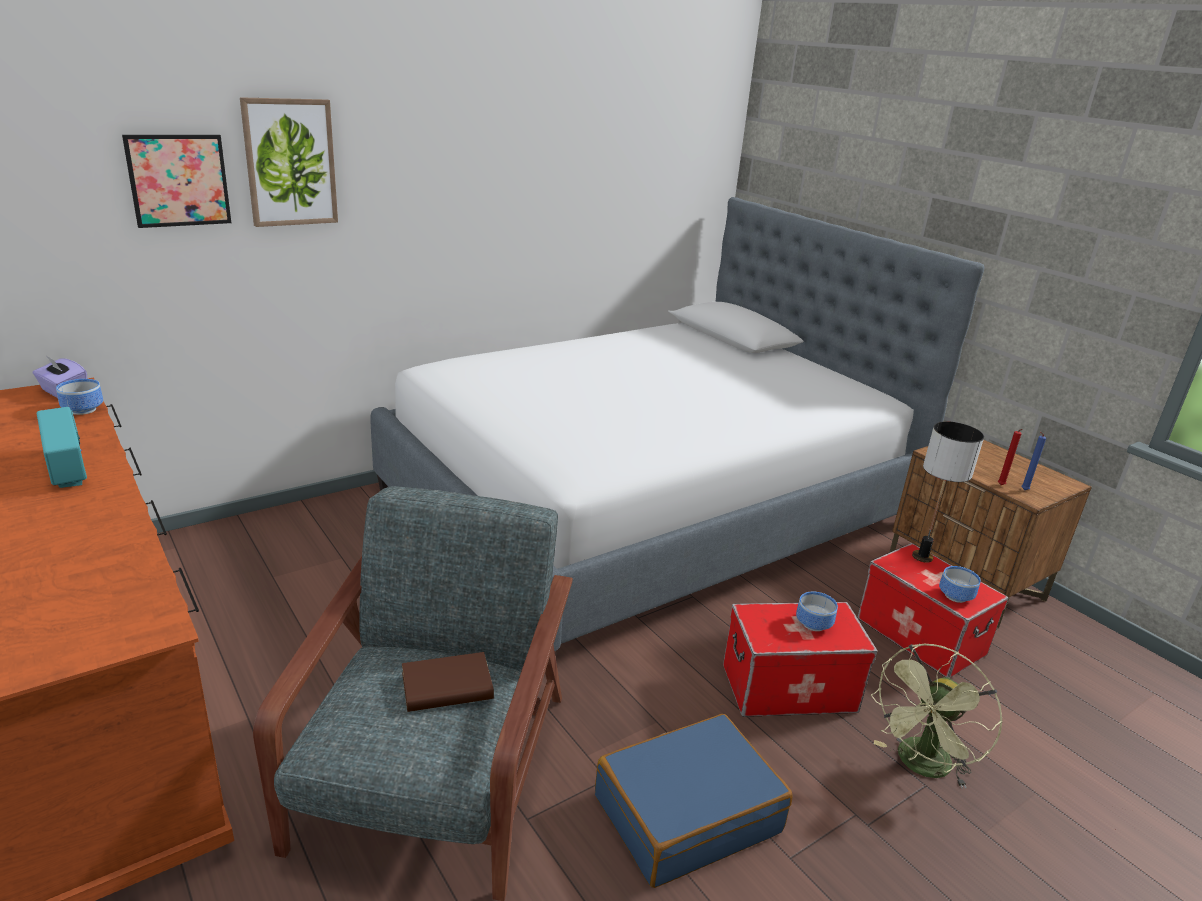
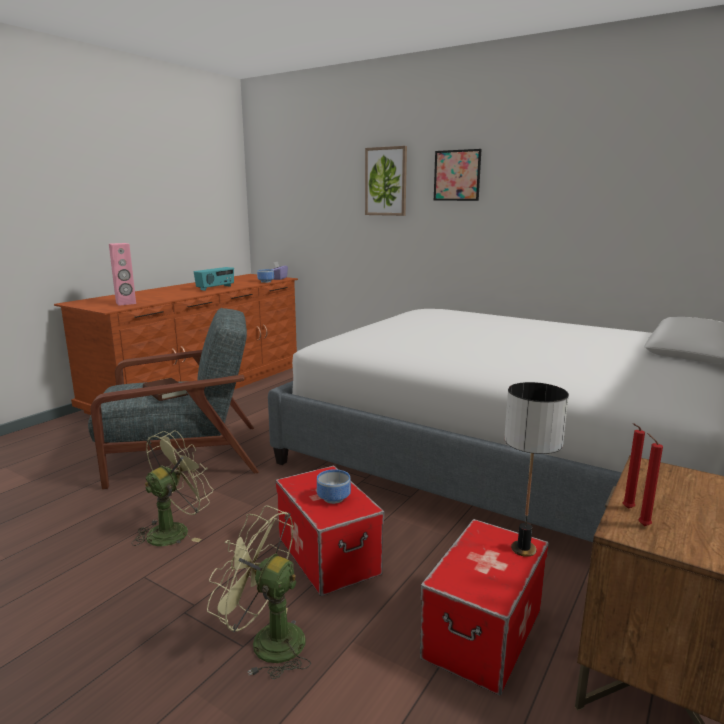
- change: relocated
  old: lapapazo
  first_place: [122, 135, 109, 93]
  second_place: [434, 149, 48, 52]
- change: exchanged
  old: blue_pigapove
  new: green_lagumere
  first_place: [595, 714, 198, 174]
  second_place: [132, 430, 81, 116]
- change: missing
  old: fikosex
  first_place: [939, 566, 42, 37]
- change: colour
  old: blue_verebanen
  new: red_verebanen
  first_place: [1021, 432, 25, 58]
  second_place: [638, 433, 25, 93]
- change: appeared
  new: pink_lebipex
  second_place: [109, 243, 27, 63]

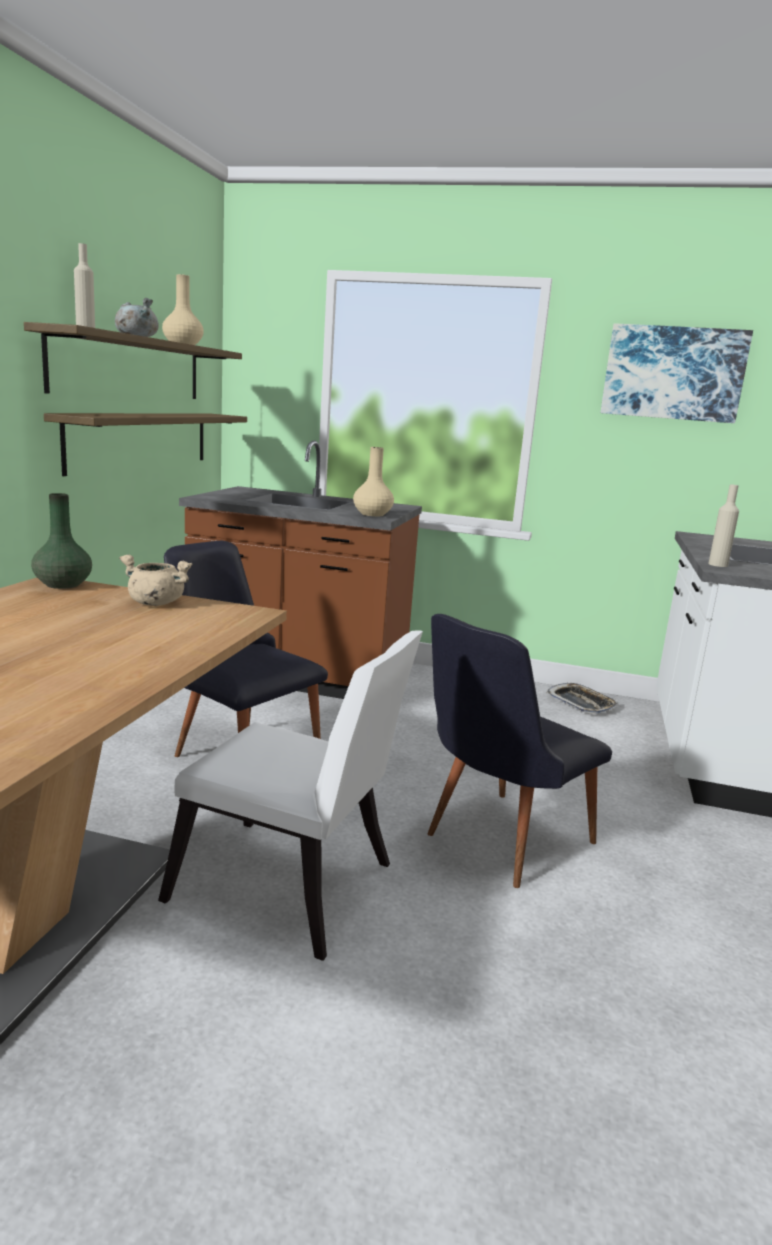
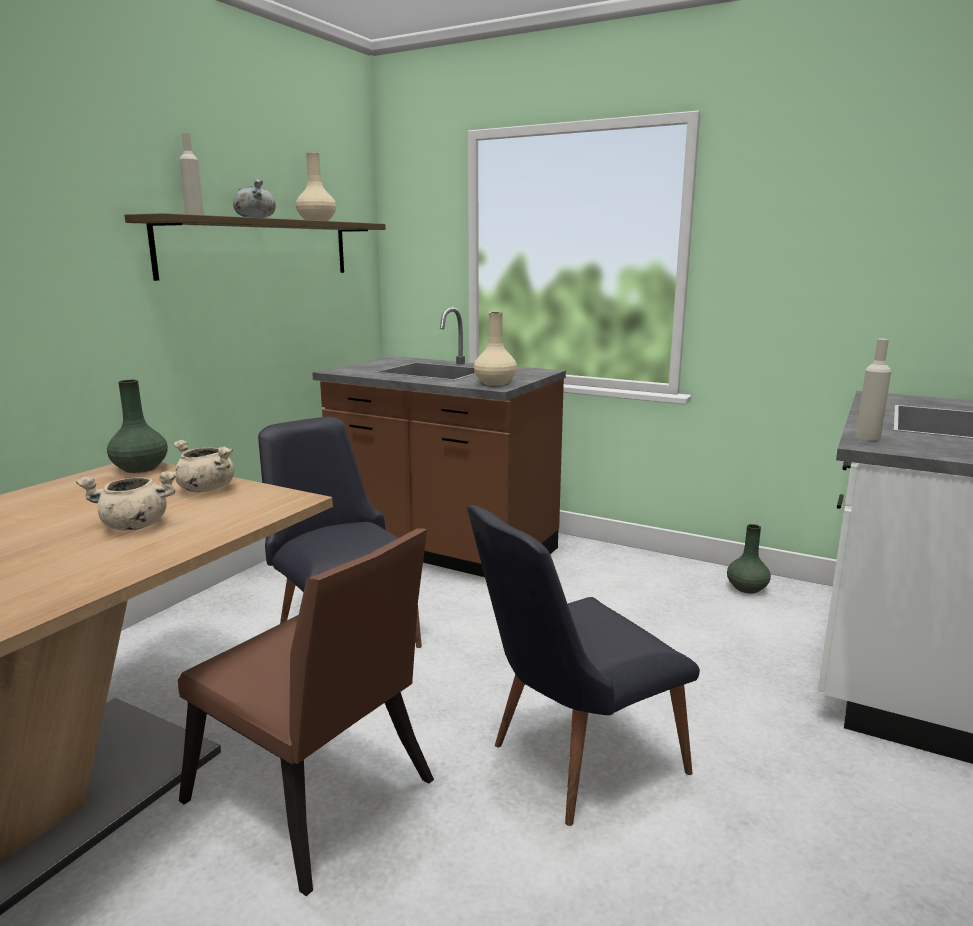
- change: missing
  old: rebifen
  first_place: [44, 413, 203, 63]
- change: colour
  old: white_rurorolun
  new: brown_rurorolun
  first_place: [158, 630, 265, 331]
  second_place: [178, 528, 256, 368]
- change: exchanged
  old: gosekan
  new: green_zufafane
  first_place: [546, 683, 72, 31]
  second_place: [727, 524, 44, 70]
- change: missing
  old: lapapazo
  first_place: [601, 323, 152, 100]
- change: appeared
  new: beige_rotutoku
  second_place: [76, 471, 101, 59]

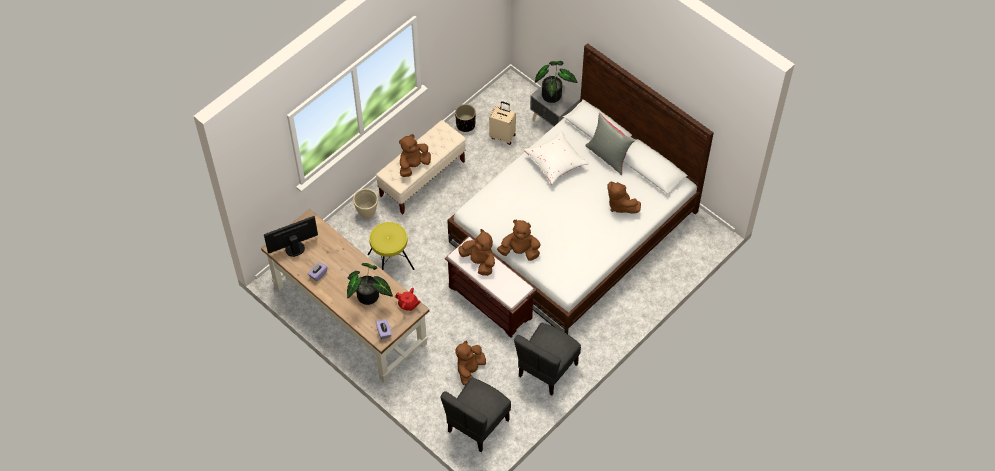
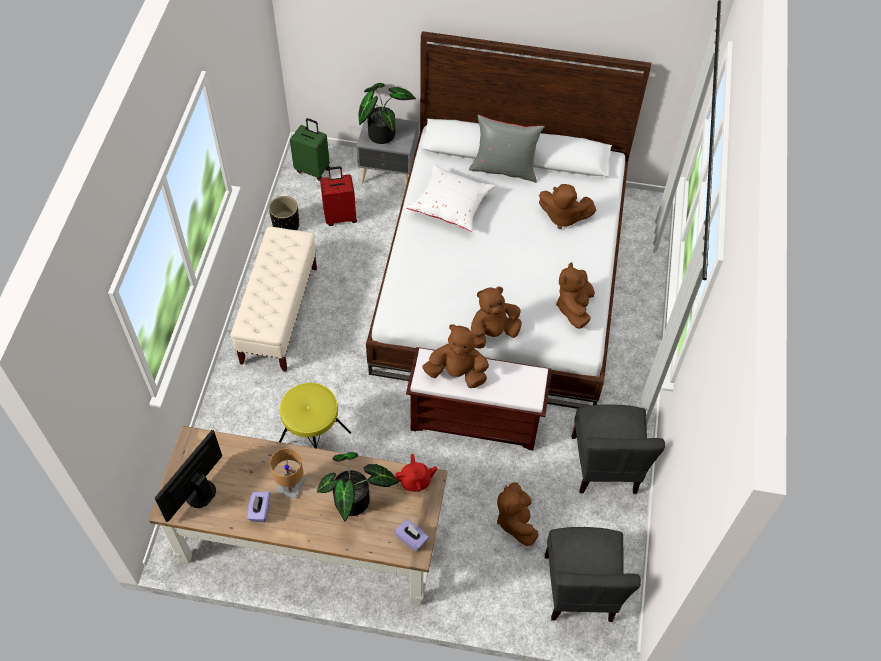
- change: missing
  old: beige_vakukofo
  first_place: [353, 189, 25, 30]
- change: relocated
  old: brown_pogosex
  first_place: [399, 134, 32, 43]
  second_place: [556, 262, 39, 67]
- change: colour
  old: beige_pigapove
  new: red_pigapove
  first_place: [489, 101, 27, 44]
  second_place: [320, 166, 37, 60]
- change: appeared
  new: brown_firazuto
  second_place: [270, 448, 35, 51]
- change: appeared
  new: green_pigapove
  second_place: [290, 118, 40, 63]

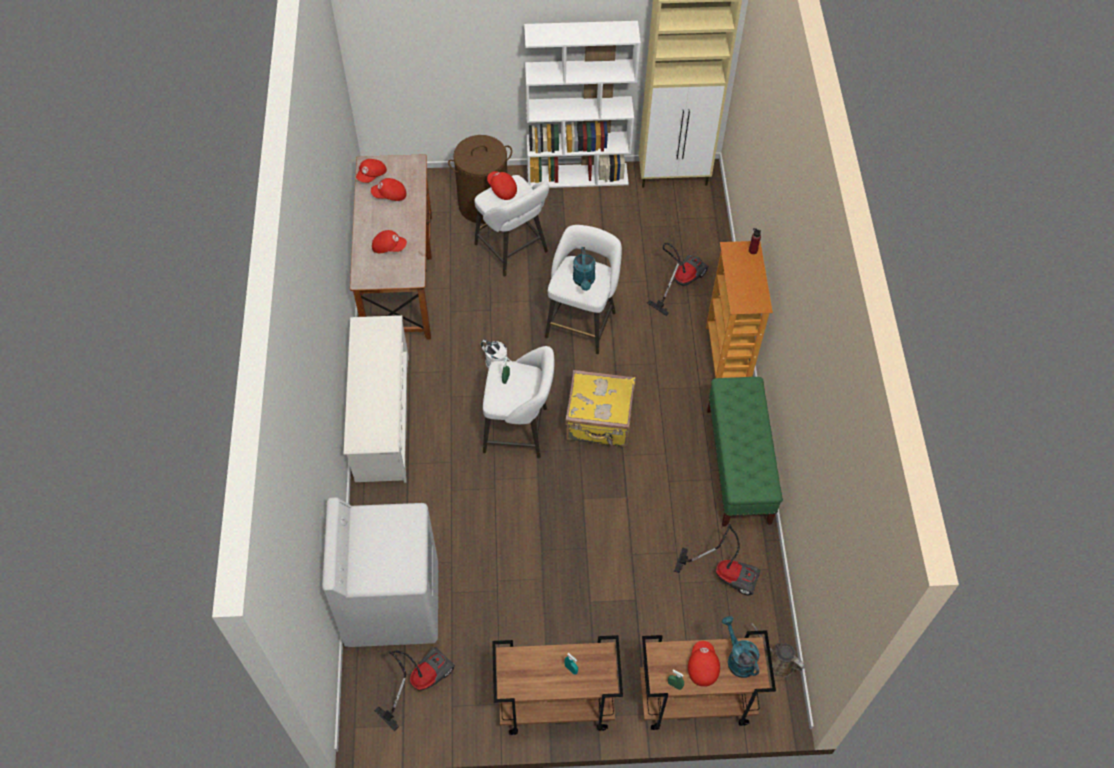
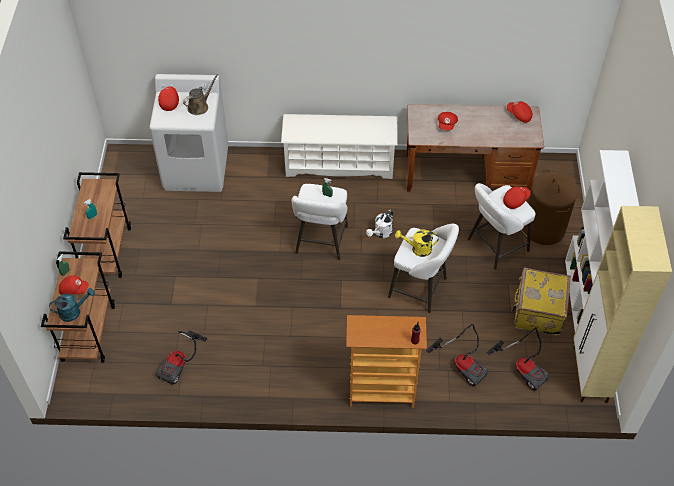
- change: relocated
  old: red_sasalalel
  first_place: [371, 178, 35, 23]
  second_place: [158, 86, 21, 25]
- change: relocated
  old: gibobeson
  first_place: [374, 647, 81, 84]
  second_place: [487, 328, 62, 62]
- change: relocated
  old: yellow_pigapove
  first_place: [565, 370, 71, 77]
  second_place: [511, 268, 60, 68]
- change: colour
  old: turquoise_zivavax
  new: yellow_zivavax
  first_place: [573, 247, 23, 44]
  second_place: [395, 230, 44, 27]
- change: missing
  old: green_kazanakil
  first_place: [707, 377, 76, 150]
- change: relocated
  old: brown_zivavax
  first_place: [751, 623, 54, 54]
  second_place: [183, 74, 35, 41]

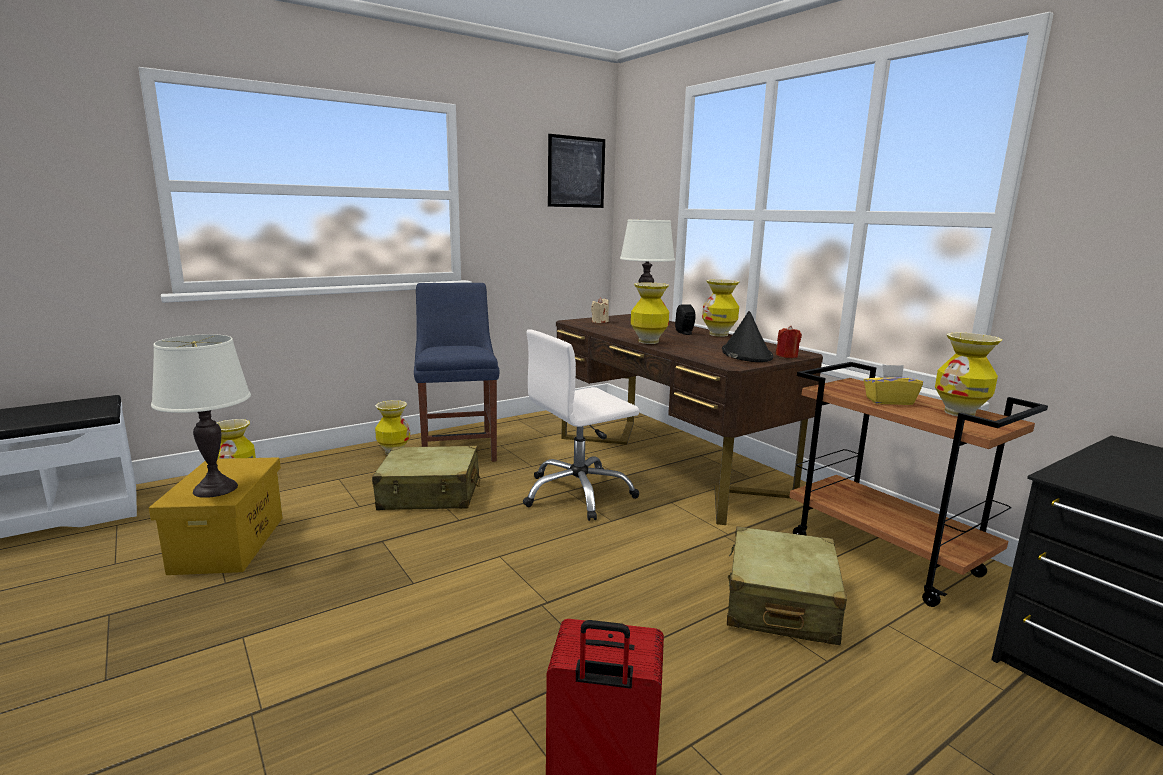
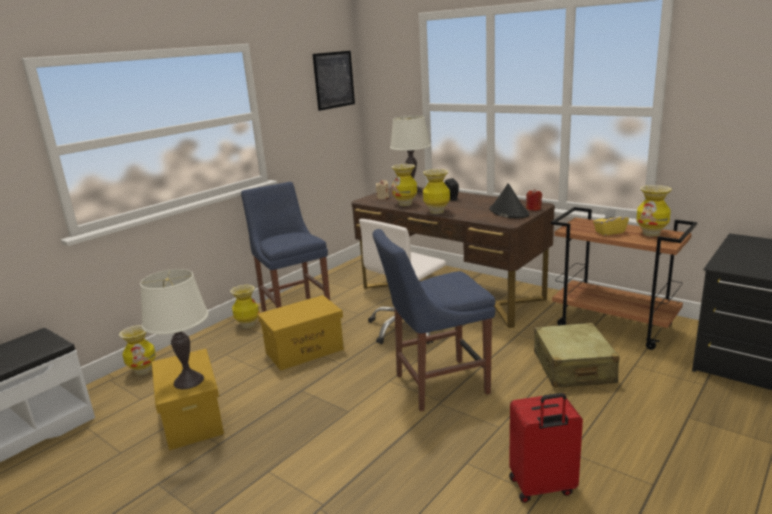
- change: exchanged
  old: beige_pigapove
  new: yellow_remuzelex
  first_place: [372, 446, 108, 64]
  second_place: [258, 295, 86, 76]
- change: relocated
  old: zufafane
  first_place: [702, 279, 38, 58]
  second_place: [392, 164, 25, 42]
- change: appeared
  new: blue_rurorolun
  second_place: [373, 229, 122, 182]

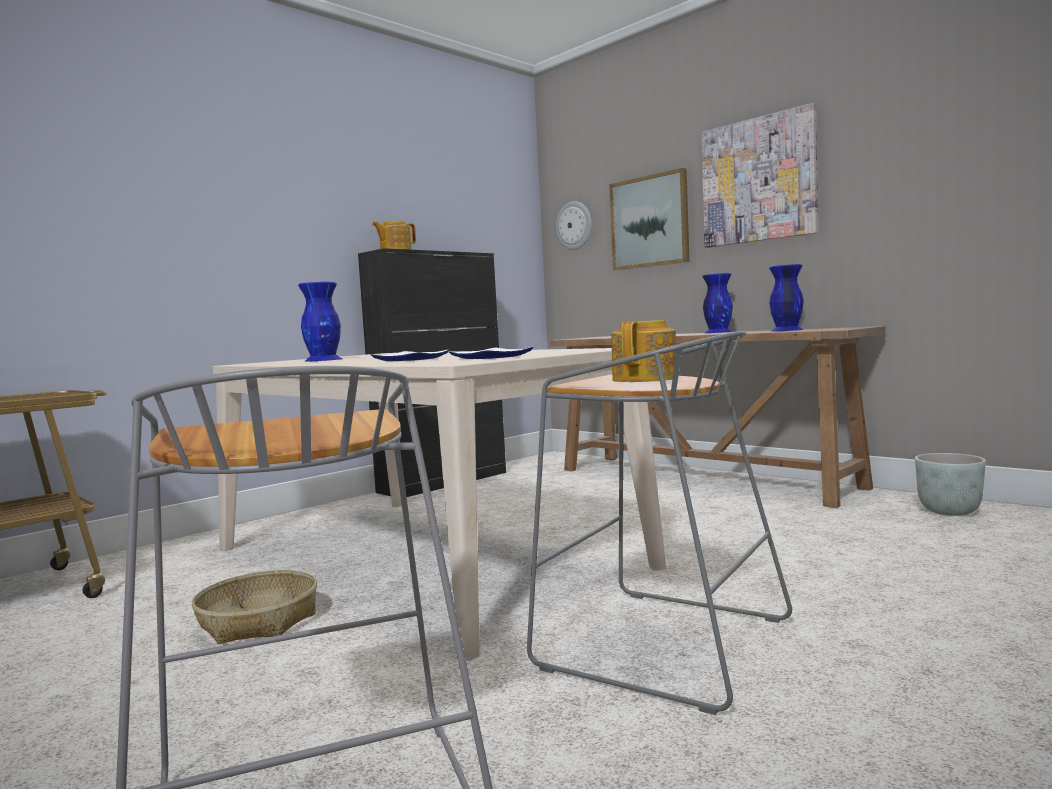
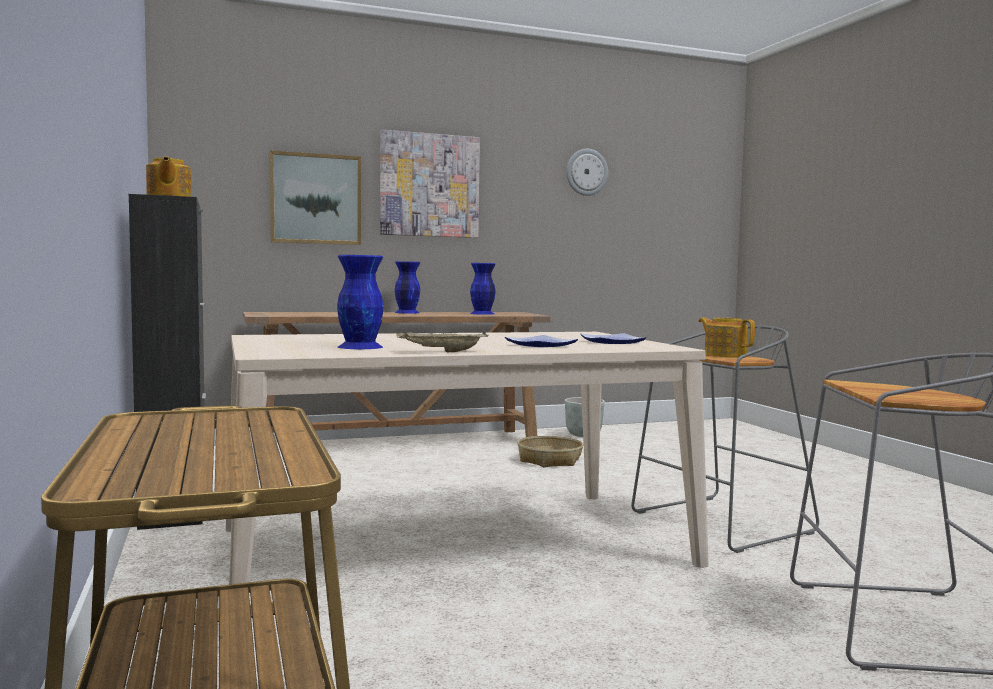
- change: relocated
  old: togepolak
  first_place: [192, 570, 125, 74]
  second_place: [518, 436, 65, 31]
- change: relocated
  old: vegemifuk
  first_place: [556, 201, 36, 49]
  second_place: [566, 149, 42, 47]
- change: appeared
  new: beige_gosekan
  second_place: [396, 331, 93, 21]

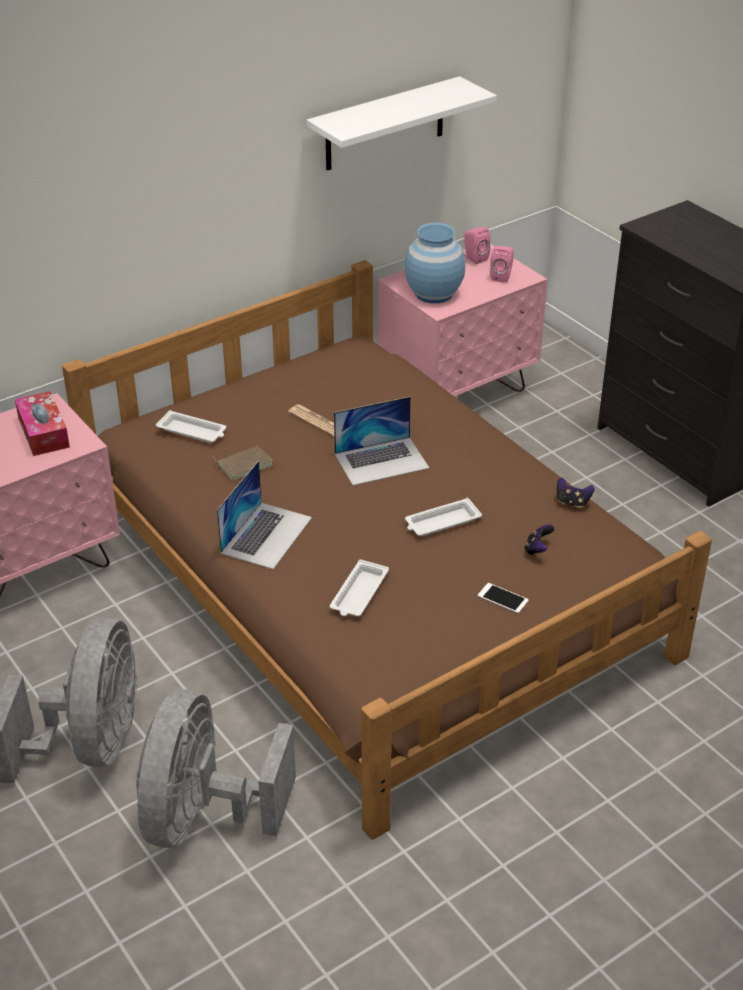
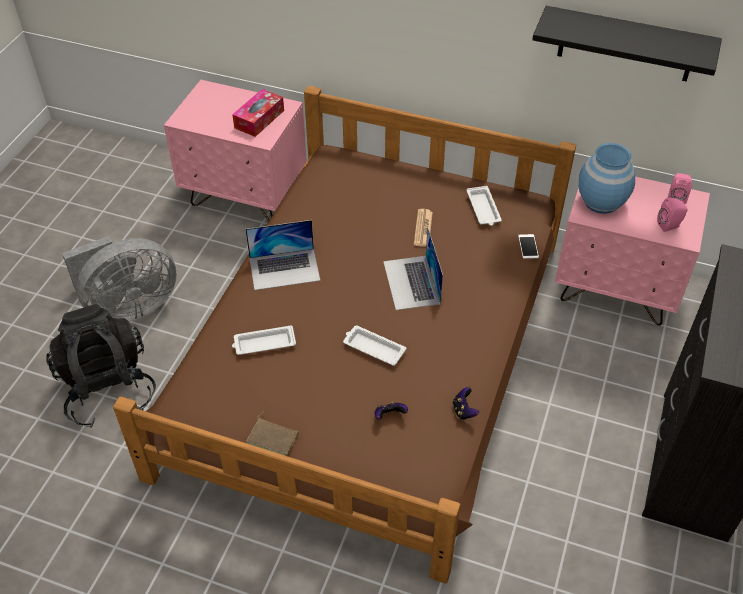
- change: exchanged
  old: grey_lagumere
  new: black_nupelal
  first_place: [136, 689, 160, 159]
  second_place: [46, 304, 110, 124]
- change: relocated
  old: white_gosekan
  first_place: [156, 410, 70, 33]
  second_place: [466, 186, 36, 40]
- change: relocated
  old: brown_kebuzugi
  first_place: [213, 446, 60, 35]
  second_place: [246, 411, 52, 45]
- change: colour
  old: white_rebifen
  new: black_rebifen
  first_place: [307, 76, 190, 94]
  second_place: [532, 6, 190, 76]
- change: spun
  old: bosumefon
  first_place: [334, 396, 95, 90]
  second_place: [383, 227, 60, 83]
  degrees: 45
- change: relocated
  old: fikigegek
  first_place: [478, 583, 51, 30]
  second_place: [518, 234, 21, 25]

